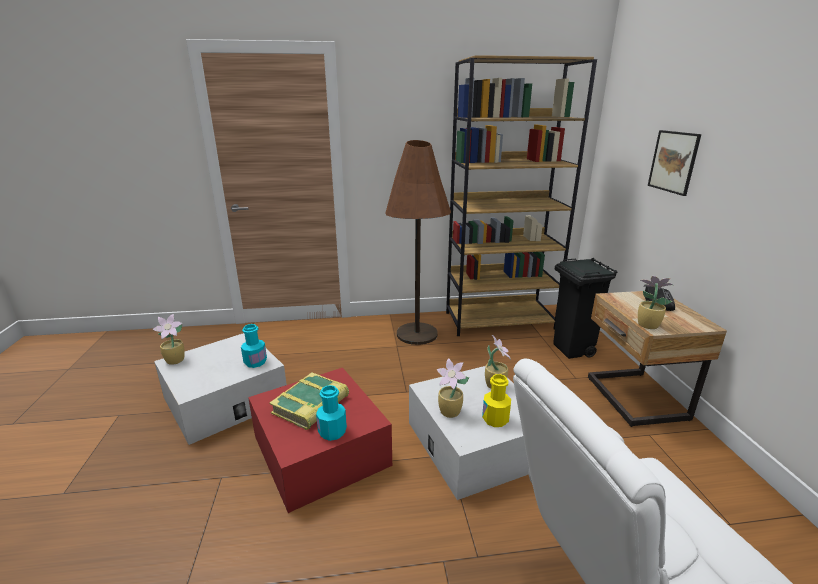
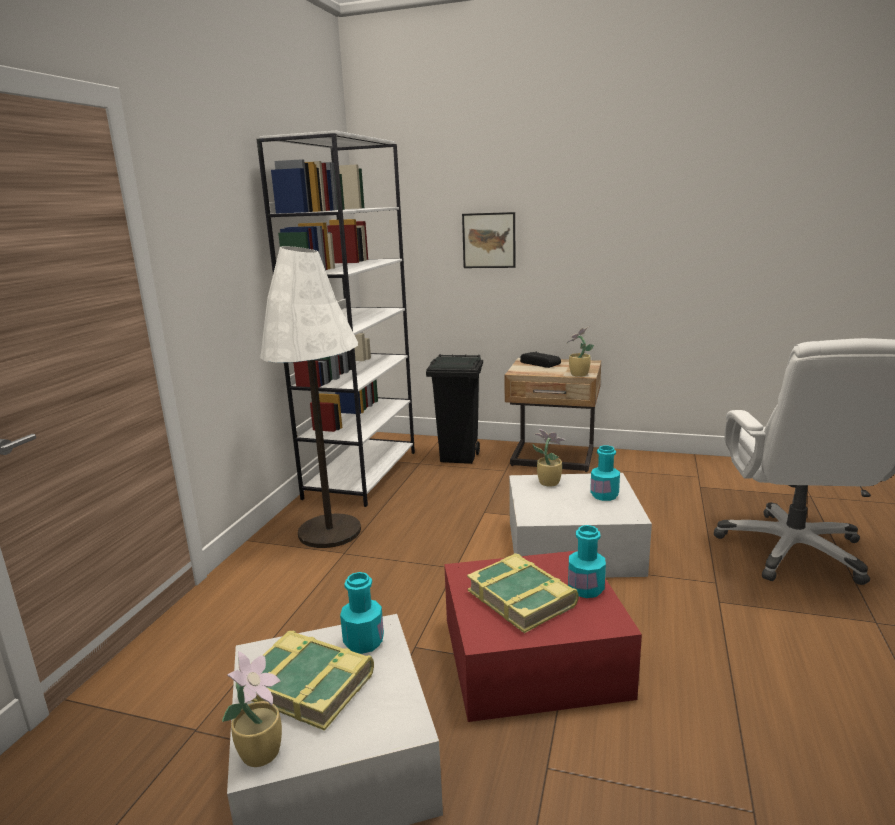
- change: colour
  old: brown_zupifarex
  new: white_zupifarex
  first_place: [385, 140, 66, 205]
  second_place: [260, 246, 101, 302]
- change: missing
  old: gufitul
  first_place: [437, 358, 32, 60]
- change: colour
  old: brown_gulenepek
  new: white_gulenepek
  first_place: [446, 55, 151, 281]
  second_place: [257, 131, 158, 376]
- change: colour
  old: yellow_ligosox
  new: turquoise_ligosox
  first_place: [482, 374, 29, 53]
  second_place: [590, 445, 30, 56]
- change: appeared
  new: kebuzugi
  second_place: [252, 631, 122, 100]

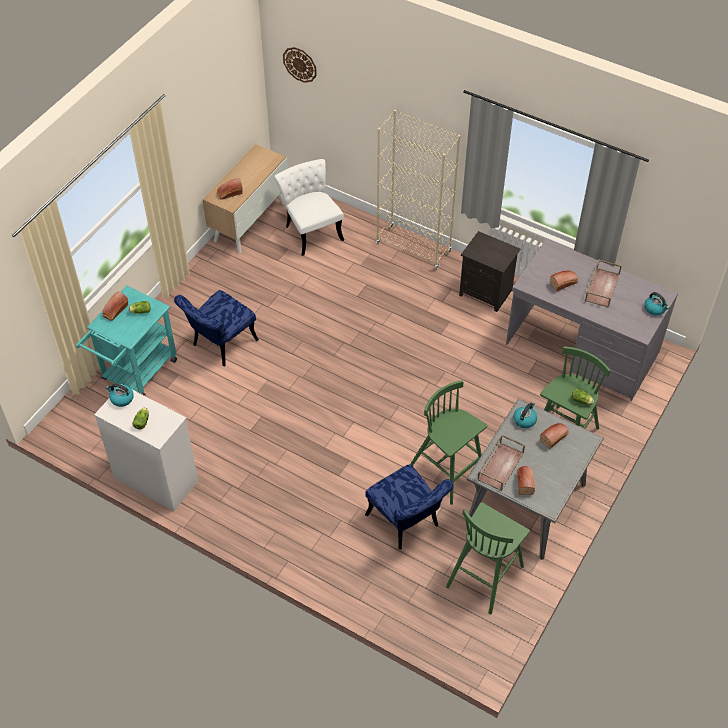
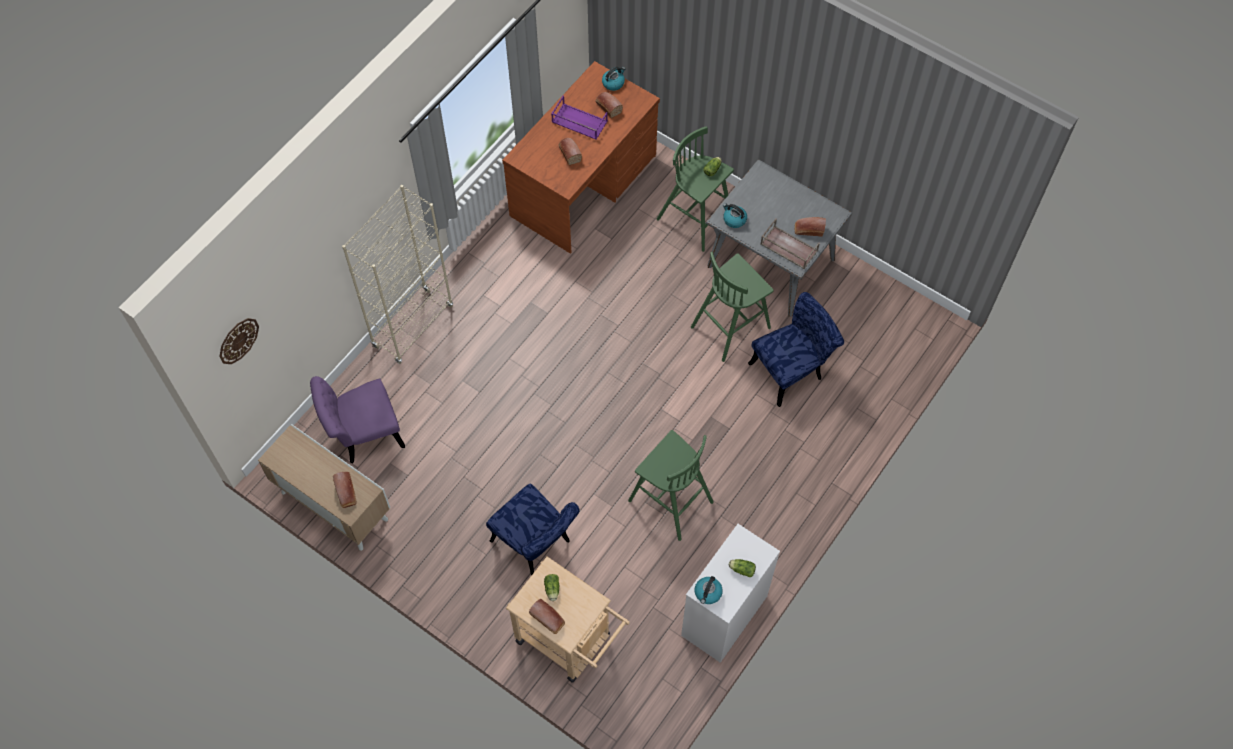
- change: colour
  old: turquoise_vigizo
  new: beige_vigizo
  first_place: [76, 286, 101, 110]
  second_place: [506, 556, 124, 126]
- change: colour
  old: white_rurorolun
  new: purple_rurorolun
  first_place: [274, 159, 70, 97]
  second_place: [310, 376, 95, 88]
- change: relocated
  old: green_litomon
  first_place: [446, 502, 84, 112]
  second_place: [628, 430, 86, 111]
- change: missing
  old: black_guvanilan
  first_place: [459, 231, 61, 81]
- change: colour
  old: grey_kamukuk
  new: brown_kamukuk
  first_place: [506, 239, 172, 162]
  second_place: [502, 61, 158, 193]
- change: relocated
  old: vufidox
  first_place: [540, 423, 28, 26]
  second_place: [595, 92, 28, 26]
- change: colour
  old: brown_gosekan
  new: purple_gosekan
  first_place: [585, 259, 37, 49]
  second_place: [551, 95, 57, 45]

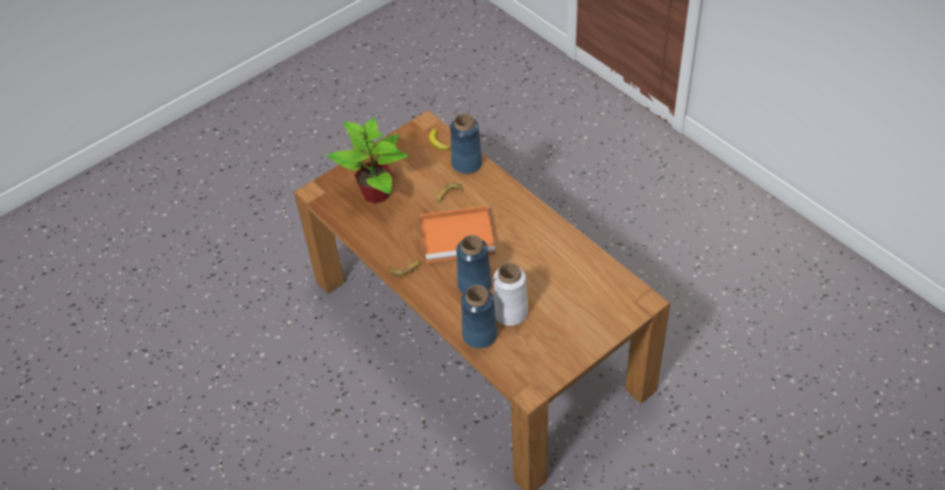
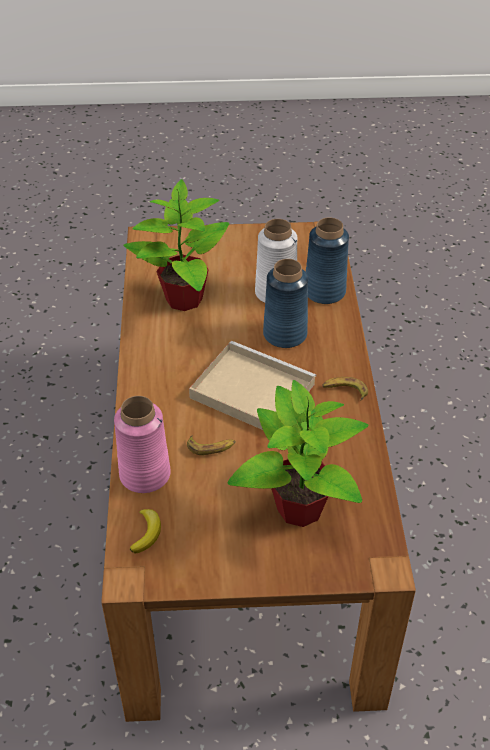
- change: colour
  old: orange_gosekan
  new: beige_gosekan
  first_place: [420, 206, 76, 57]
  second_place: [189, 341, 127, 89]
- change: colour
  old: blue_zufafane
  new: pink_zufafane
  first_place: [450, 114, 32, 60]
  second_place: [114, 396, 57, 97]
- change: appeared
  new: gufitul
  second_place: [123, 179, 106, 132]

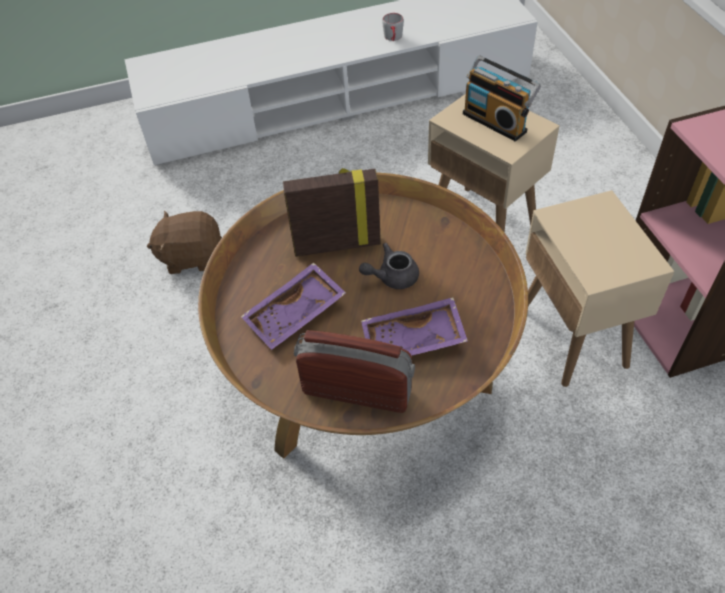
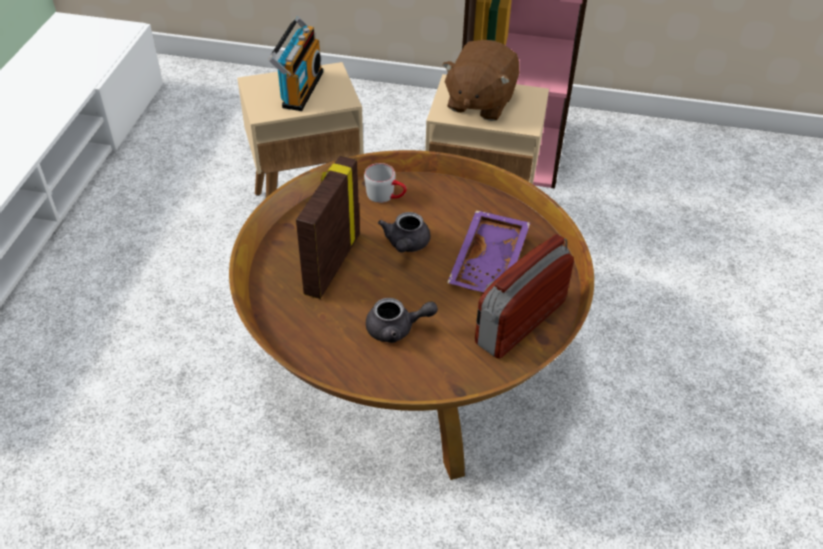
- change: relocated
  old: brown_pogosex
  first_place: [147, 210, 75, 64]
  second_place: [442, 40, 78, 81]
- change: exchanged
  old: purple_gosekan
  new: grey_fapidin
  first_place: [241, 263, 105, 87]
  second_place: [366, 298, 72, 45]
- change: relocated
  old: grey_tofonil
  first_place: [382, 13, 22, 28]
  second_place: [364, 163, 43, 40]
- change: spun
  old: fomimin
  first_place: [463, 55, 78, 87]
  second_place: [268, 16, 55, 95]
  degrees: -60

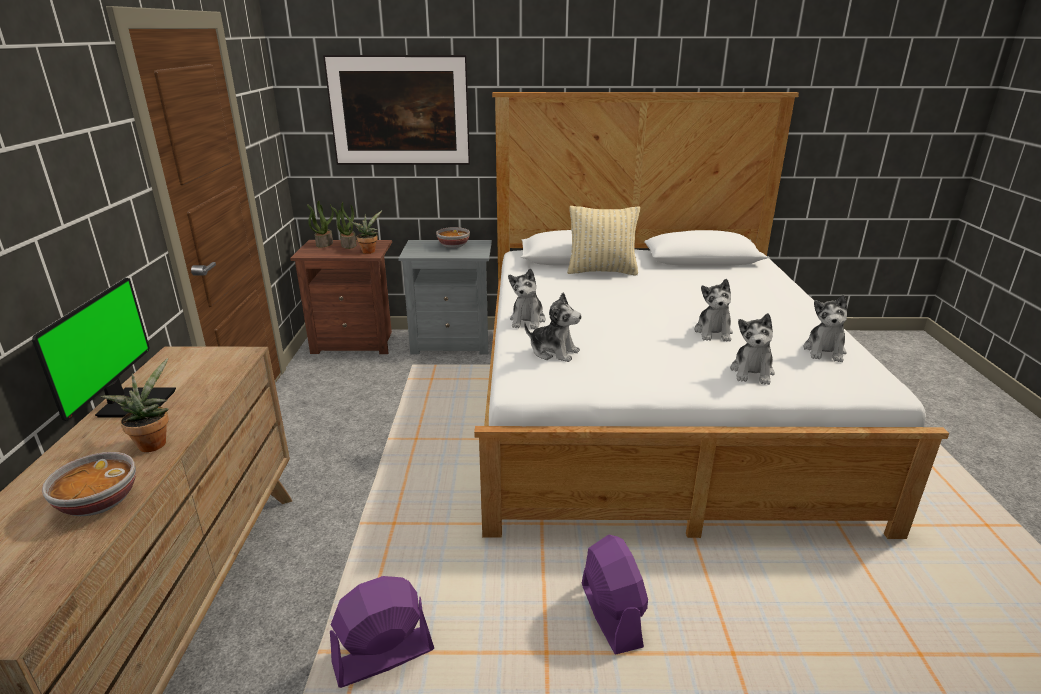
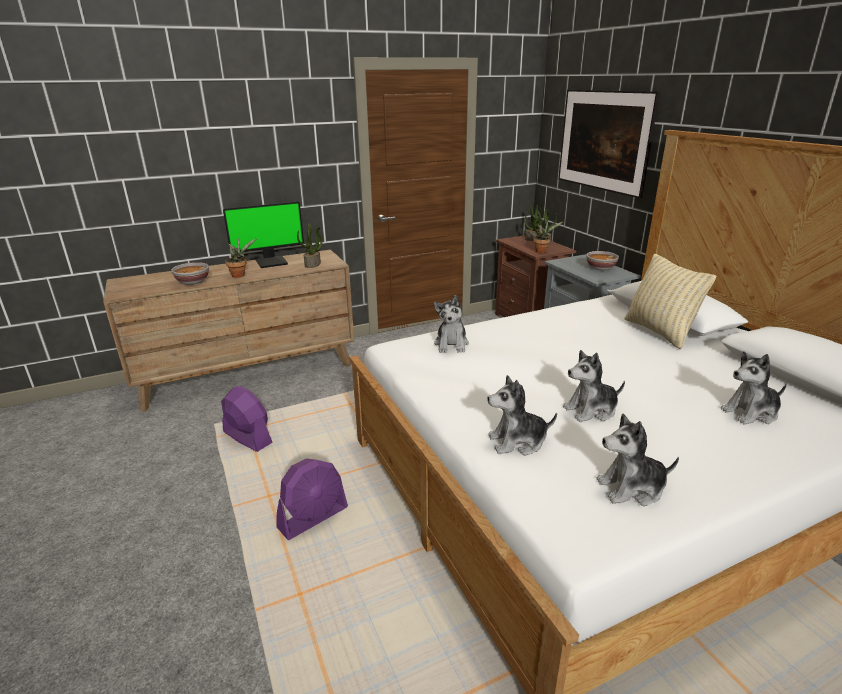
- change: relocated
  old: pogosex
  first_place: [508, 268, 38, 61]
  second_place: [721, 351, 66, 74]
- change: appeared
  new: gufitul
  second_place: [297, 223, 26, 45]

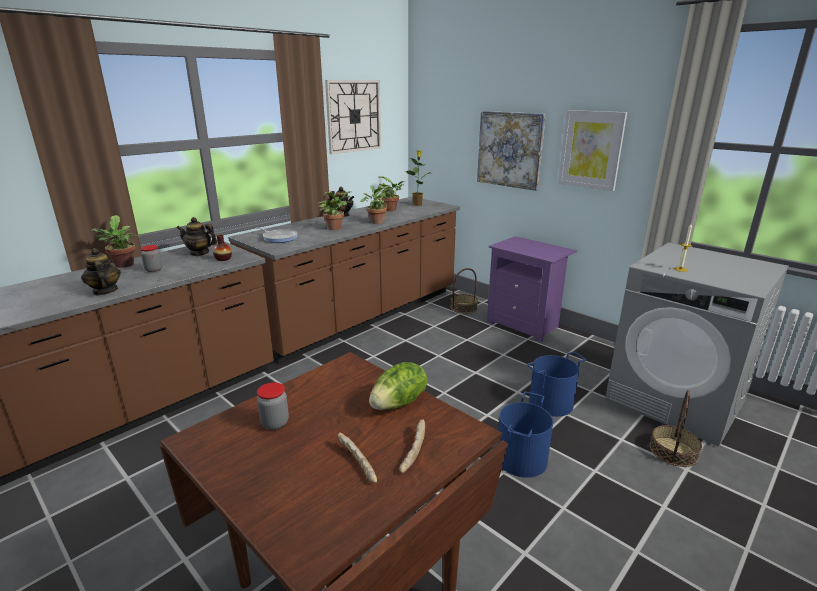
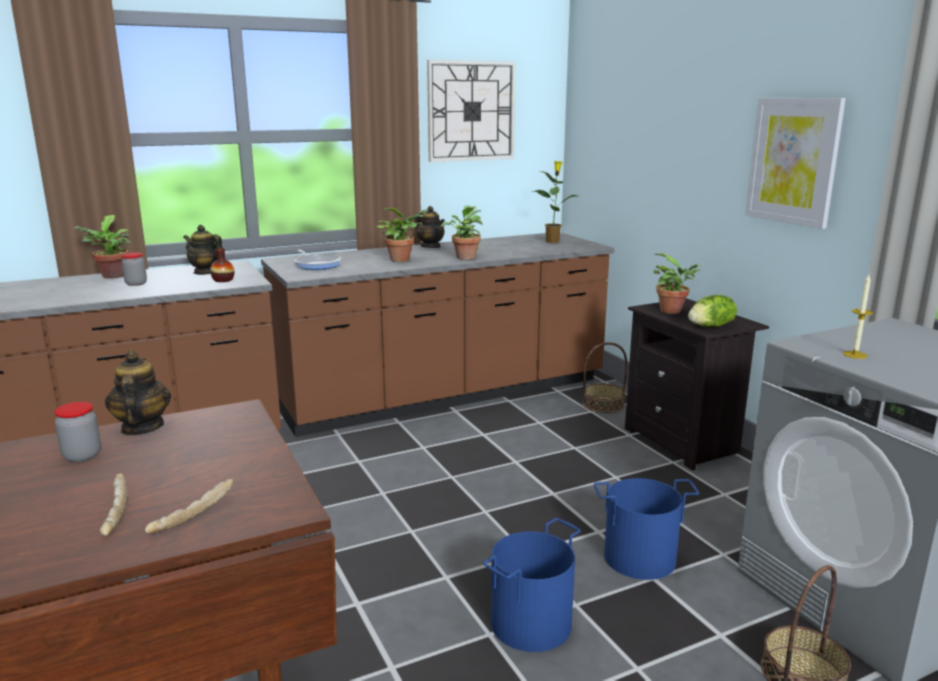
- change: relocated
  old: fapidin
  first_place: [81, 248, 40, 47]
  second_place: [105, 350, 66, 85]
- change: relocated
  old: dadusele
  first_place: [369, 362, 58, 48]
  second_place: [688, 295, 49, 32]
- change: relocated
  old: gufitul
  first_place: [378, 176, 27, 35]
  second_place: [653, 253, 48, 61]
- change: missing
  old: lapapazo
  first_place: [477, 111, 69, 80]
- change: colour
  old: purple_guvanilan
  new: black_guvanilan
  first_place: [487, 236, 90, 106]
  second_place: [625, 298, 144, 172]

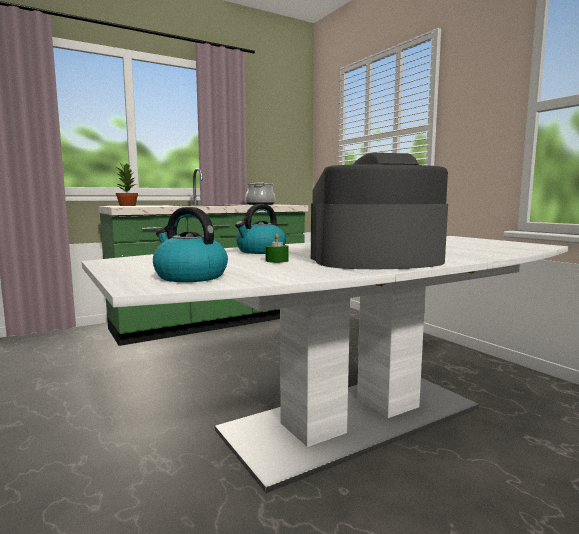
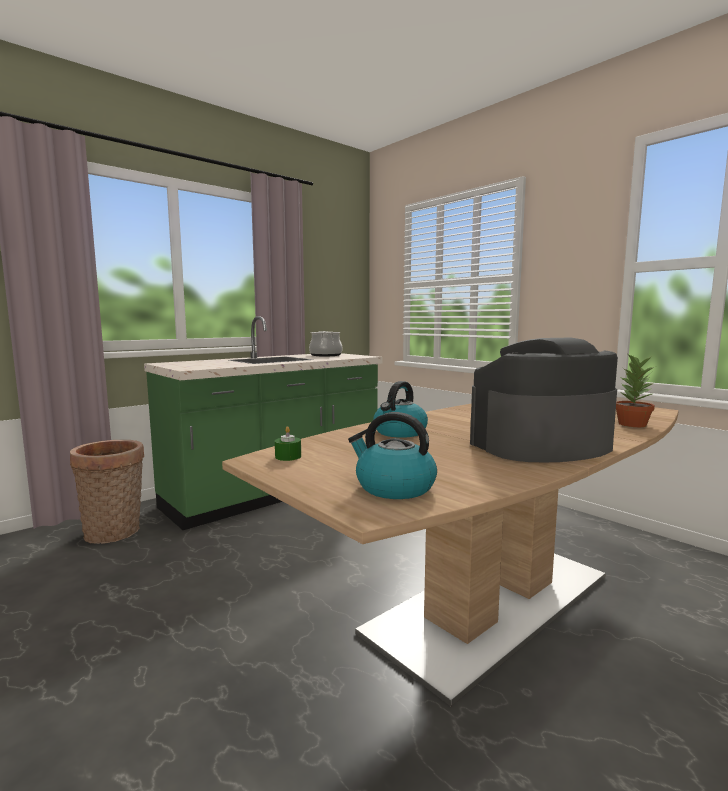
- change: colour
  old: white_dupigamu
  new: brown_dupigamu
  first_place: [82, 236, 486, 257]
  second_place: [222, 404, 457, 302]
- change: relocated
  old: gufitul
  first_place: [116, 163, 22, 43]
  second_place: [616, 353, 40, 74]
- change: relocated
  old: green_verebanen
  first_place: [265, 233, 23, 30]
  second_place: [275, 426, 26, 35]
- change: appeared
  new: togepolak
  second_place: [70, 440, 74, 104]

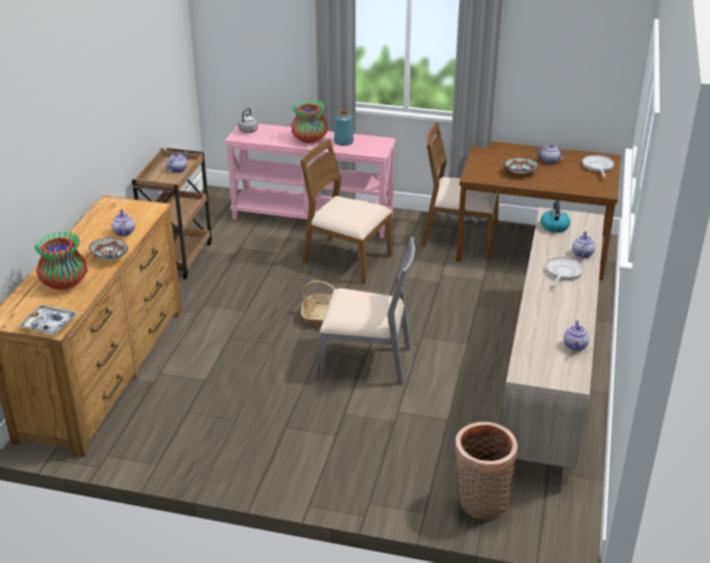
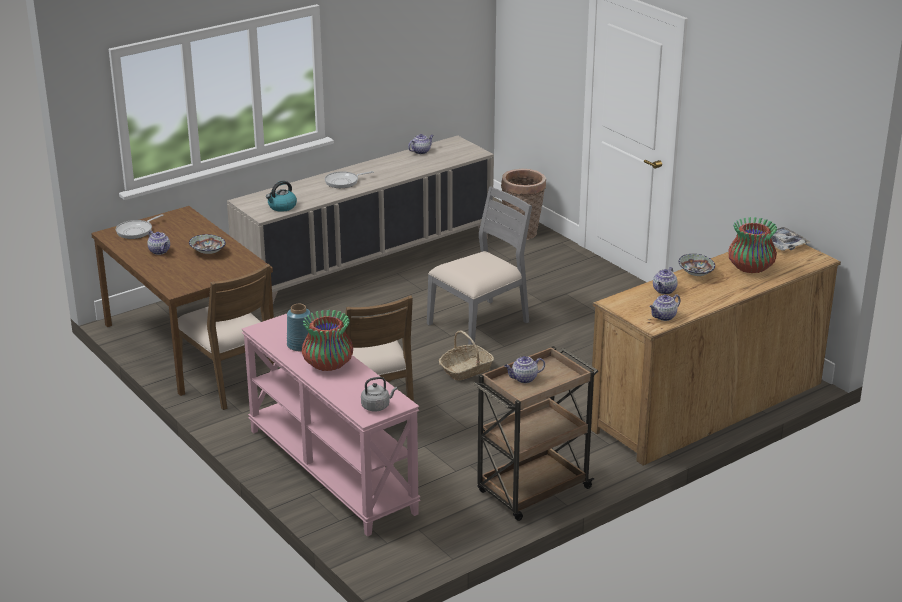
- change: spun
  old: grey_rurorolun
  first_place: [318, 237, 97, 148]
  second_place: [427, 187, 105, 158]
  degrees: 90
- change: relocated
  old: fapidin
  first_place: [572, 231, 23, 27]
  second_place: [650, 294, 30, 27]

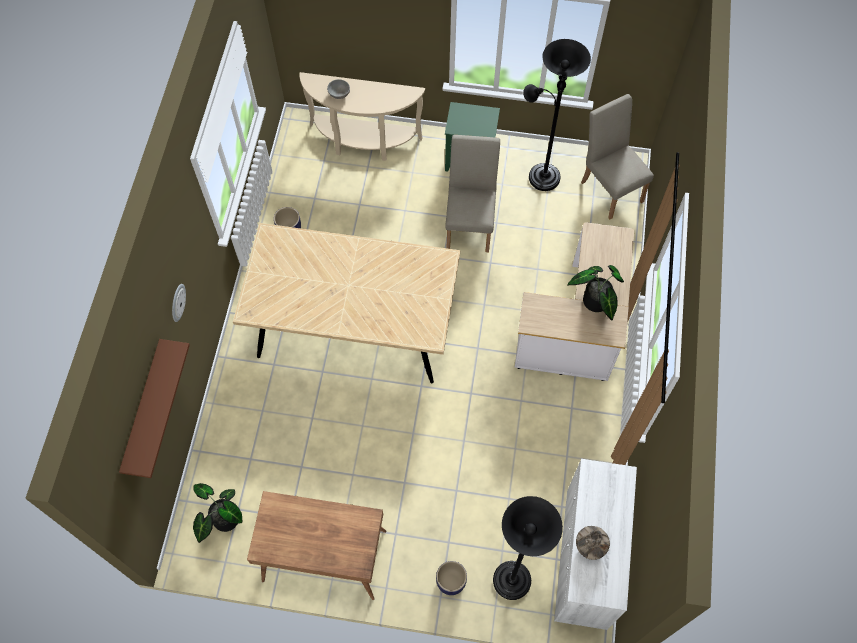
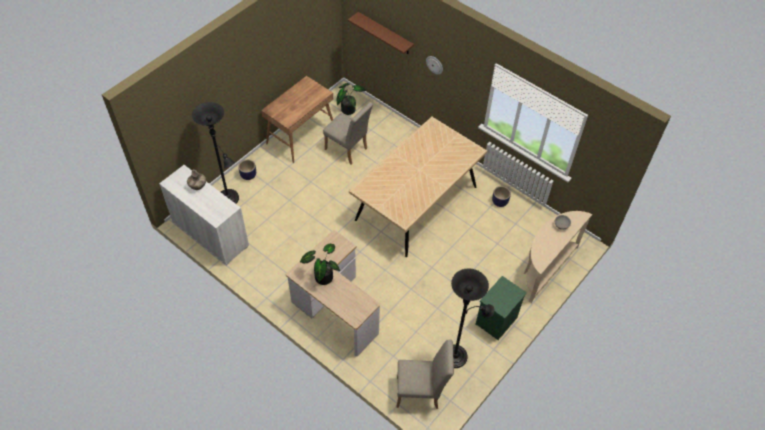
- change: relocated
  old: beige_rurorolun
  first_place: [445, 135, 55, 117]
  second_place: [323, 102, 50, 63]

